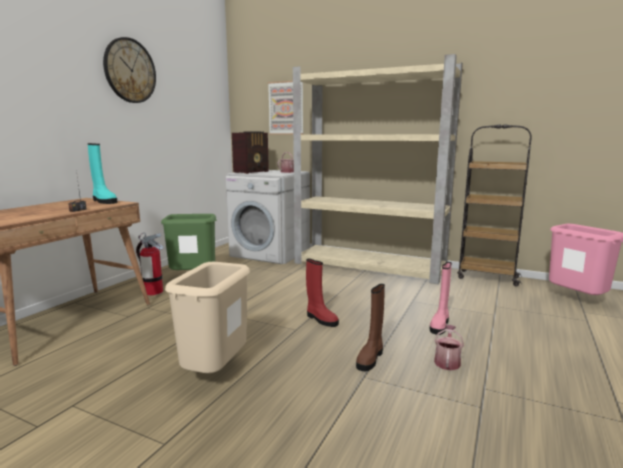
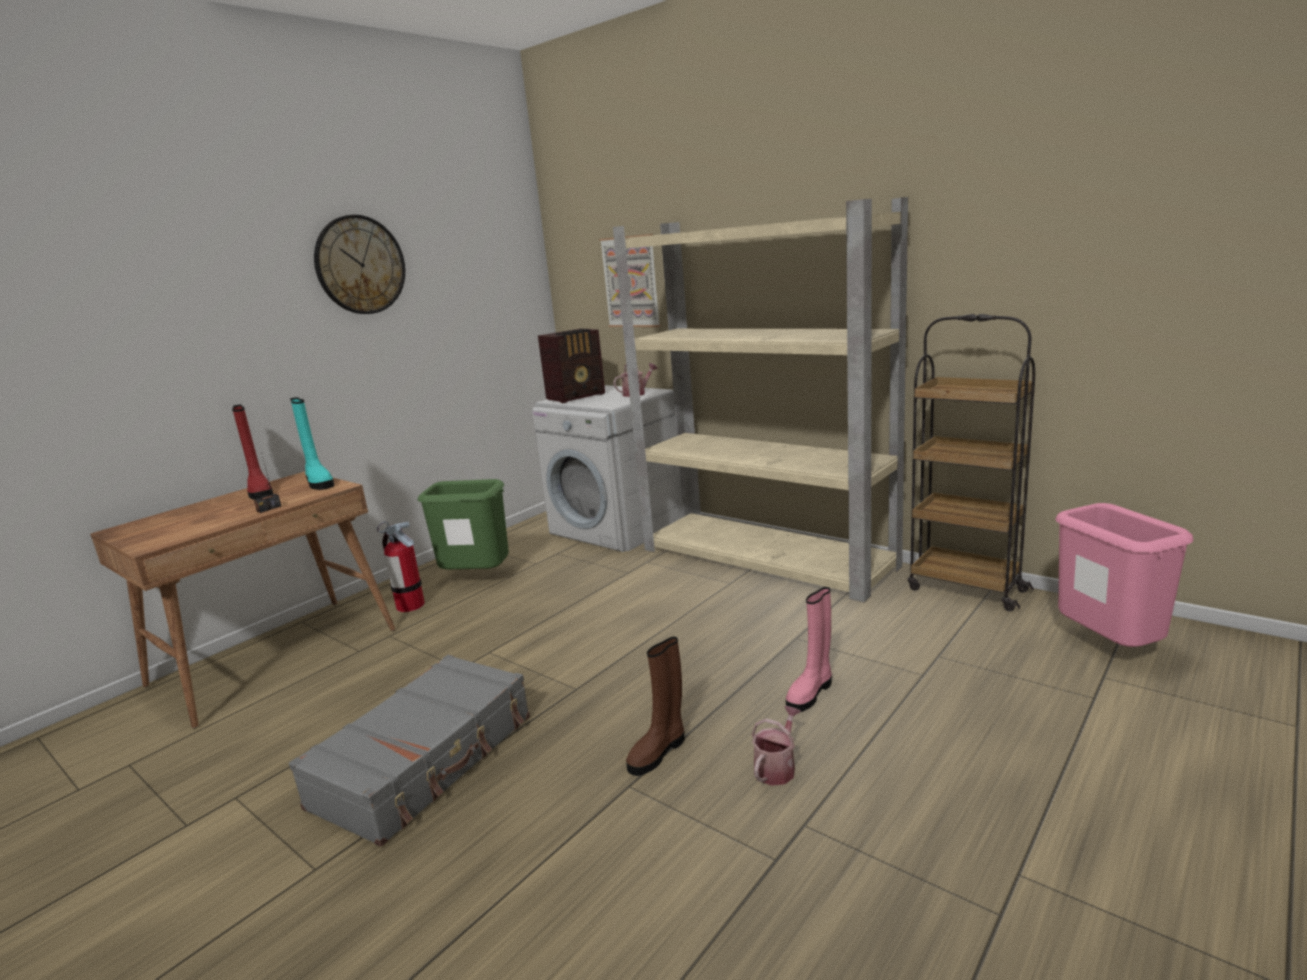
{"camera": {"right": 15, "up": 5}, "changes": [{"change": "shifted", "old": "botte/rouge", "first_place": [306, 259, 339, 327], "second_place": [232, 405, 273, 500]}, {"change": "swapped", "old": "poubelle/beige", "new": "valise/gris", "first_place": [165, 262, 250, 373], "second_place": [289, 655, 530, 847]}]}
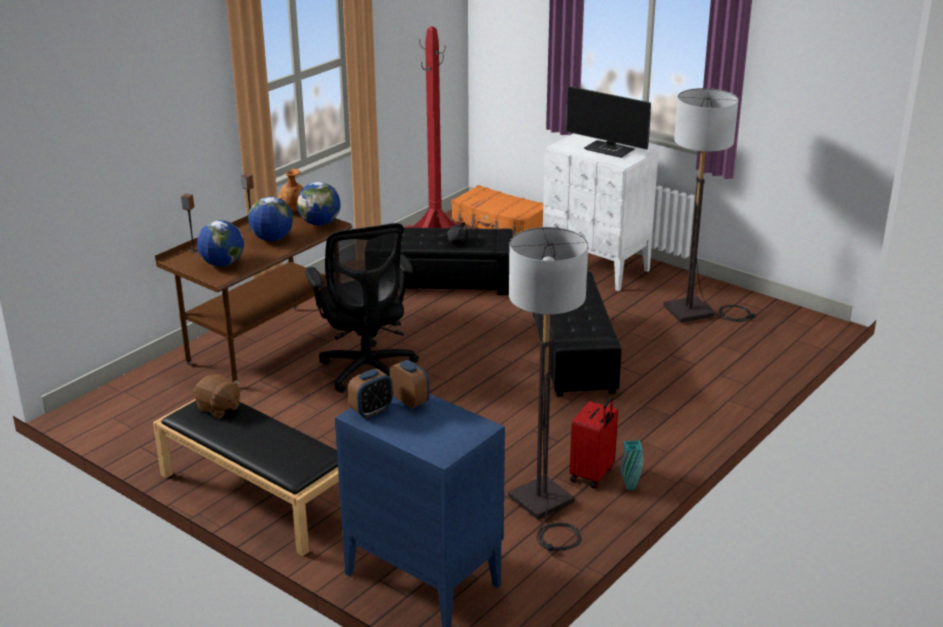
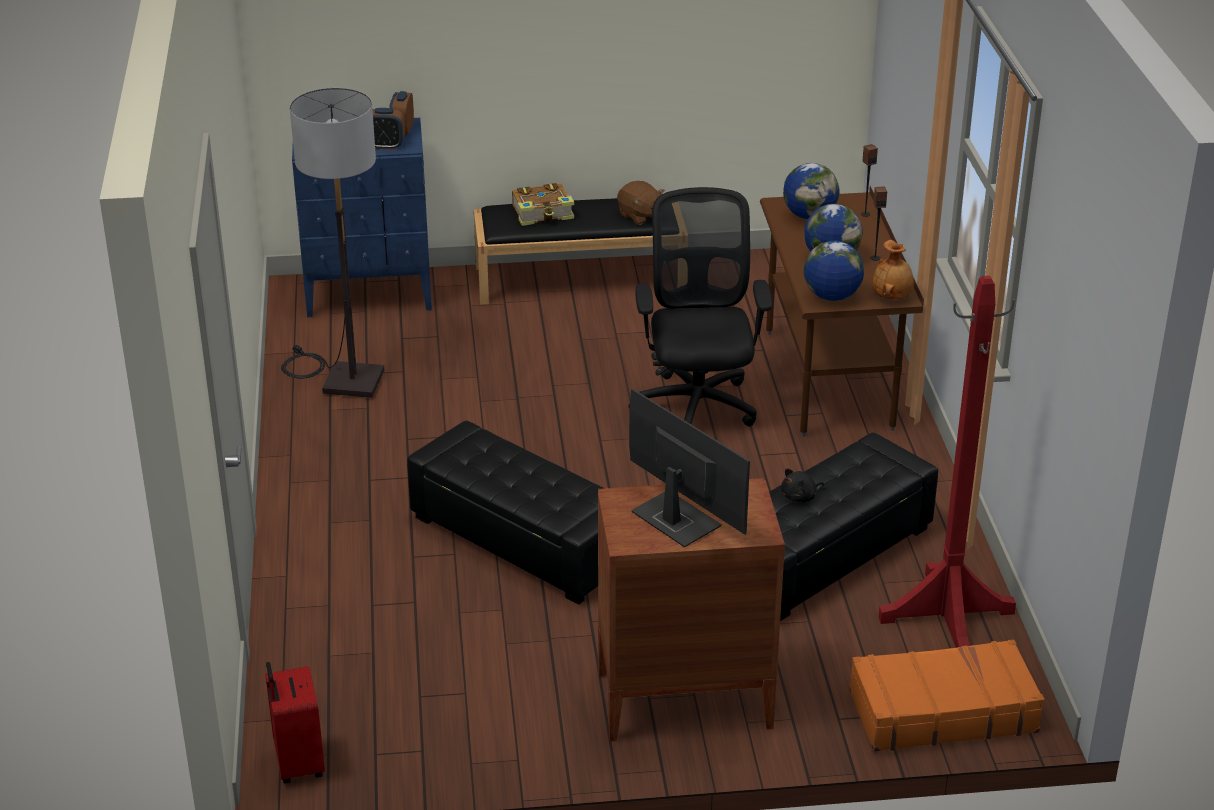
{"camera": {"right": 135, "up": 5}, "changes": [{"change": "rotated", "old": "écran d'ordinateur", "first_place": [566, 86, 651, 158], "second_place": [629, 389, 750, 547], "degrees": 60}, {"change": "gone", "old": "lampadaire", "first_place": [663, 88, 756, 323]}, {"change": "repainted", "old": "commode/blanc", "new": "commode/marron", "first_place": [543, 133, 658, 291], "second_place": [598, 478, 785, 742]}, {"change": "rotated", "old": "chaise de bureau/noir", "first_place": [305, 223, 419, 393], "second_place": [629, 187, 772, 426], "degrees": 60}, {"change": "rotated", "old": "peluche/marron", "first_place": [193, 374, 240, 419], "second_place": [617, 181, 665, 225], "degrees": -120}, {"change": "shifted", "old": "valise/rouge", "first_place": [569, 397, 618, 489], "second_place": [265, 662, 325, 783]}, {"change": "gone", "old": "vase/turquoise", "first_place": [620, 441, 643, 490]}, {"change": "new", "new": "livre", "second_place": [512, 183, 574, 226]}]}
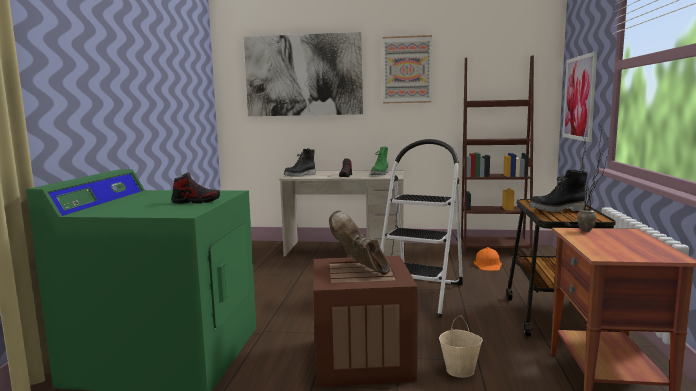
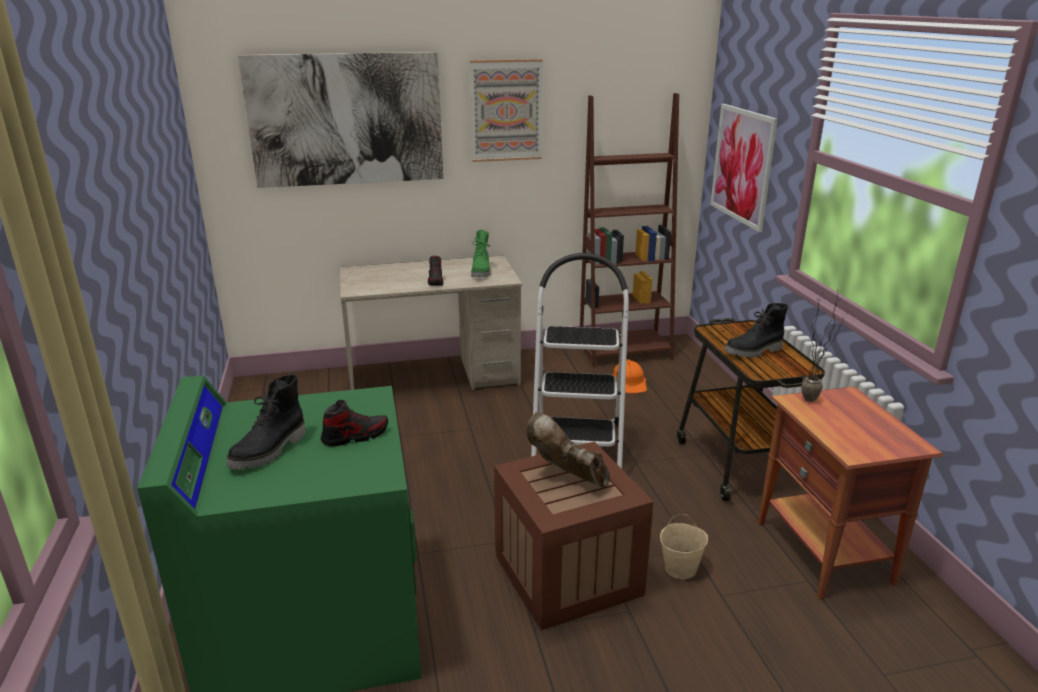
{"camera": {"right": -20, "up": 15}, "changes": [{"change": "shifted", "old": "botte/noir", "first_place": [284, 148, 316, 177], "second_place": [227, 374, 306, 470]}]}
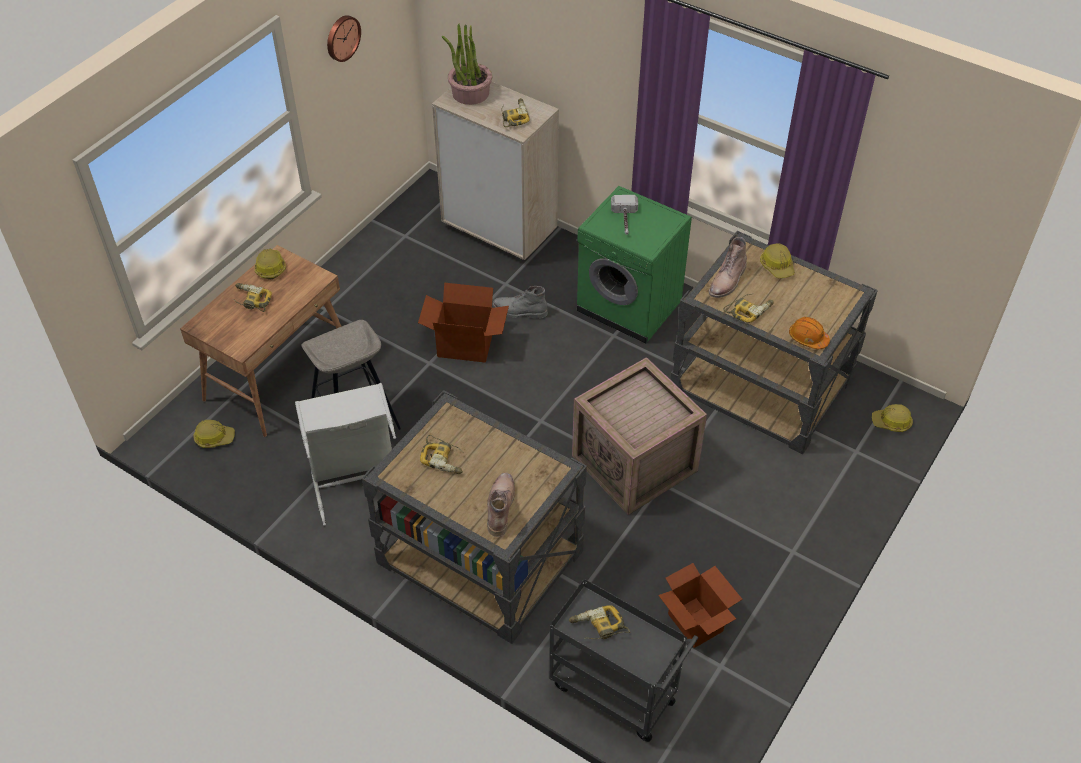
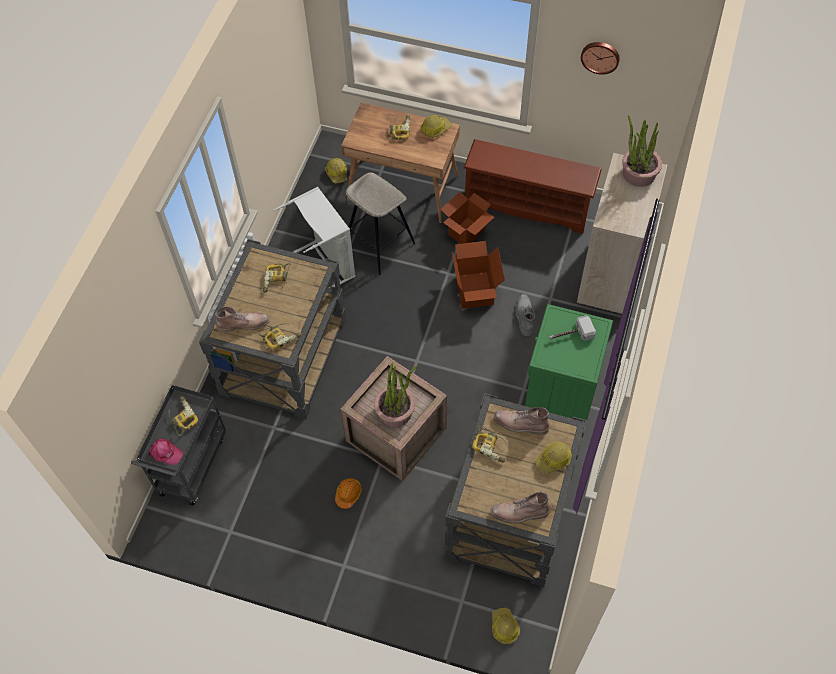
{"camera": {"right": 75, "up": 10}, "changes": [{"change": "shifted", "old": "perceuse", "first_place": [501, 98, 530, 127], "second_place": [258, 323, 302, 349]}, {"change": "shifted", "old": "casque de chantier/orange", "first_place": [789, 317, 830, 349], "second_place": [335, 478, 362, 509]}, {"change": "shifted", "old": "carton", "first_place": [658, 563, 742, 648], "second_place": [441, 192, 494, 244]}, {"change": "new", "new": "étagère à chaussures/marron", "second_place": [464, 139, 602, 234]}, {"change": "new", "new": "plante en pot", "second_place": [374, 363, 418, 427]}, {"change": "new", "new": "casquette/rose", "second_place": [149, 439, 183, 465]}, {"change": "new", "new": "botte/marron", "second_place": [491, 492, 550, 523]}]}
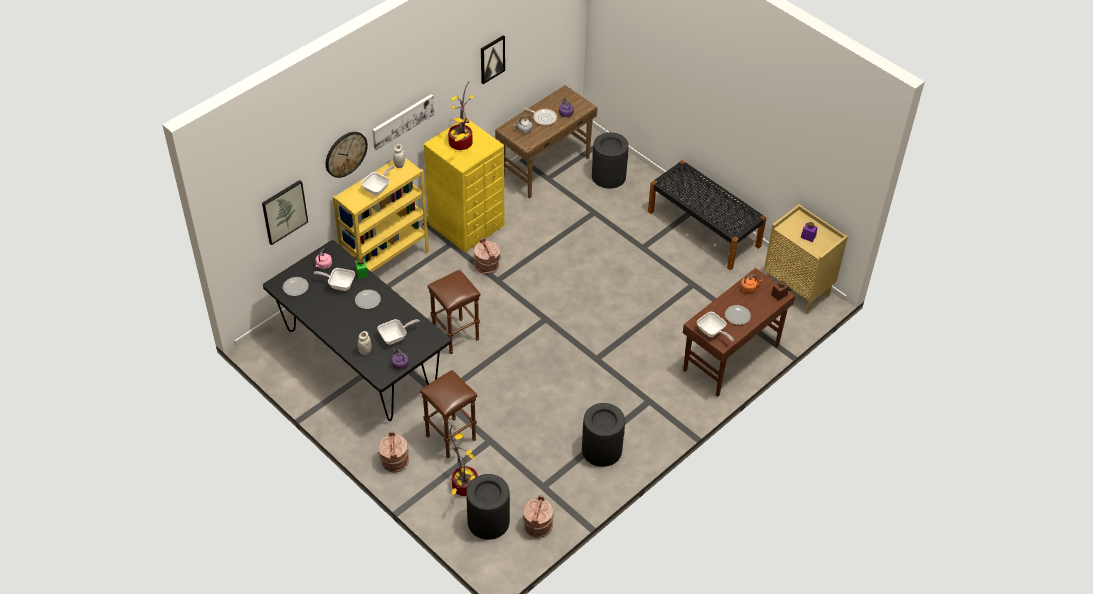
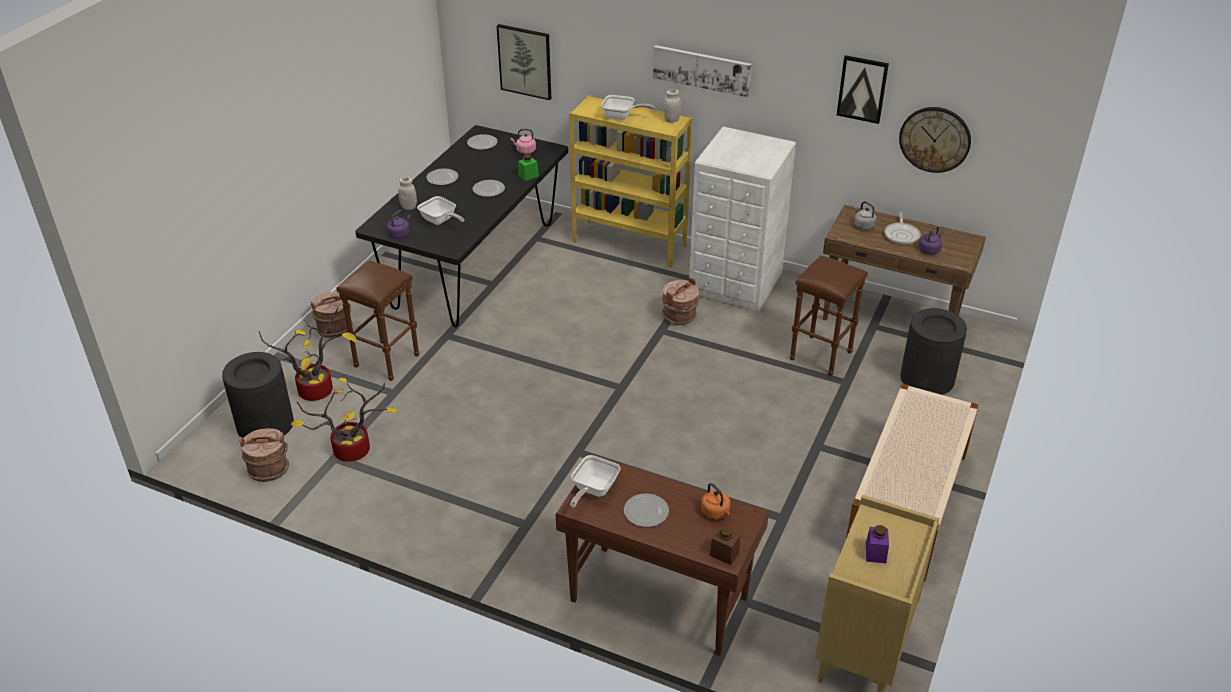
{"camera": {"right": 70, "up": -10}, "changes": [{"change": "shifted", "old": "plante en pot", "first_place": [448, 82, 475, 150], "second_place": [291, 378, 399, 462]}, {"change": "repainted", "old": "commode/jaune", "new": "commode/blanc", "first_place": [424, 118, 505, 252], "second_place": [689, 127, 796, 312]}, {"change": "shifted", "old": "horloge murale", "first_place": [326, 132, 368, 178], "second_place": [899, 107, 971, 173]}, {"change": "repainted", "old": "banc/noir", "new": "banc/beige", "first_place": [648, 160, 767, 271], "second_place": [846, 383, 979, 582]}, {"change": "gone", "old": "poêle", "first_place": [314, 268, 355, 291]}, {"change": "shifted", "old": "tabouret/marron", "first_place": [428, 270, 480, 354], "second_place": [790, 255, 868, 376]}, {"change": "gone", "old": "poubelle/noir", "first_place": [582, 403, 625, 467]}, {"change": "new", "new": "assiette", "second_place": [427, 168, 459, 185]}]}
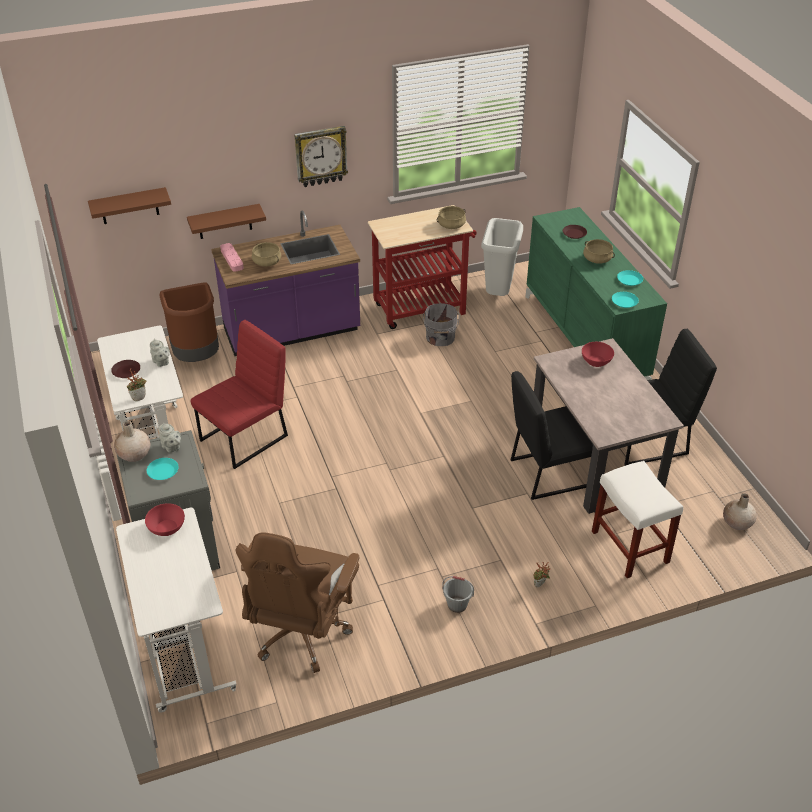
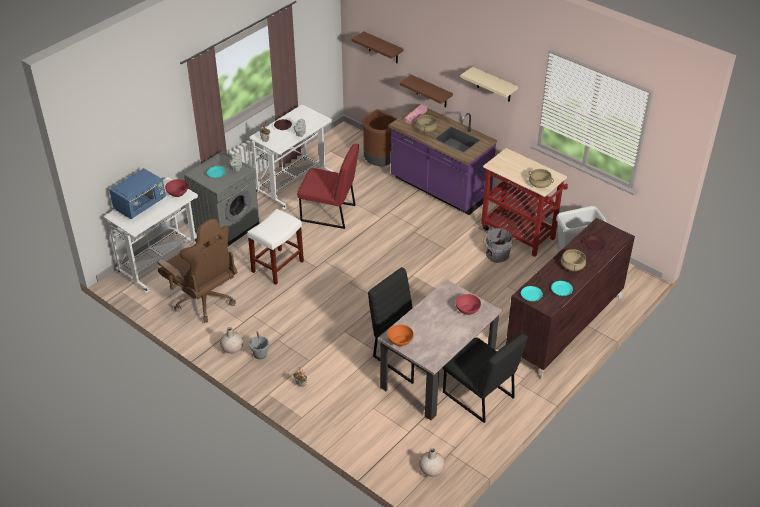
{"camera": {"right": 60, "up": 0}, "changes": [{"change": "swapped", "old": "horloge murale", "new": "étagère/beige", "first_place": [294, 126, 348, 187], "second_place": [460, 67, 518, 102]}, {"change": "repainted", "old": "commode/vert", "new": "commode/marron", "first_place": [525, 207, 667, 380], "second_place": [506, 218, 635, 380]}, {"change": "shifted", "old": "vase/beige", "first_place": [114, 421, 151, 462], "second_place": [220, 327, 243, 354]}, {"change": "shifted", "old": "tabouret/blanc", "first_place": [592, 461, 683, 578], "second_place": [247, 209, 304, 285]}, {"change": "rotated", "old": "chaise de bureau/marron", "first_place": [236, 532, 359, 673], "second_place": [157, 219, 237, 323], "degrees": -120}, {"change": "new", "new": "micro-ondes/bleu", "second_place": [109, 168, 166, 219]}, {"change": "new", "new": "bol/orange", "second_place": [387, 325, 414, 346]}]}
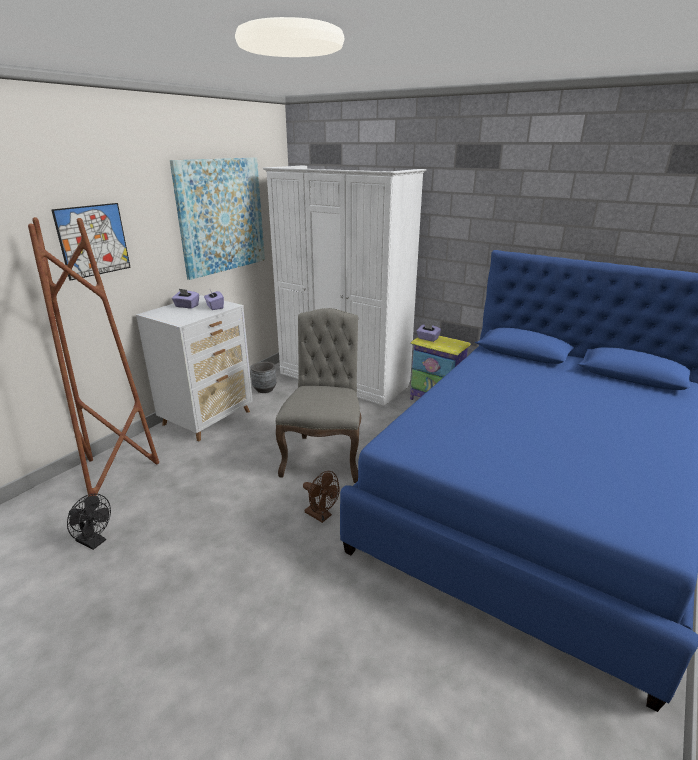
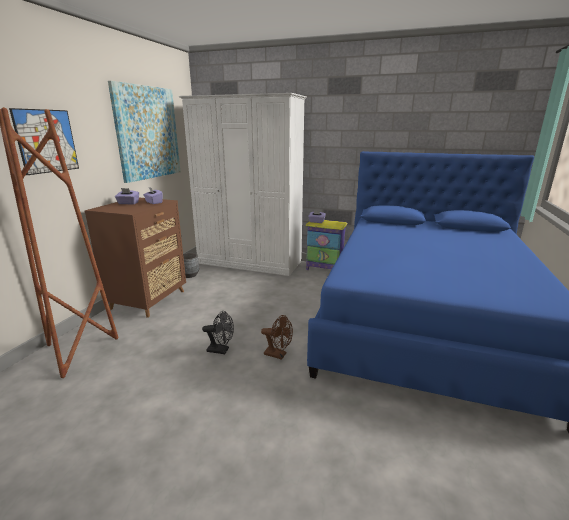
{"camera": {"right": -15, "up": -5}, "changes": [{"change": "repainted", "old": "commode/blanc", "new": "commode/marron", "first_place": [136, 295, 253, 441], "second_place": [85, 198, 186, 318]}, {"change": "gone", "old": "chaise/gris", "first_place": [276, 308, 361, 483]}, {"change": "shifted", "old": "ventilateur/noir", "first_place": [67, 494, 111, 550], "second_place": [202, 311, 234, 354]}]}
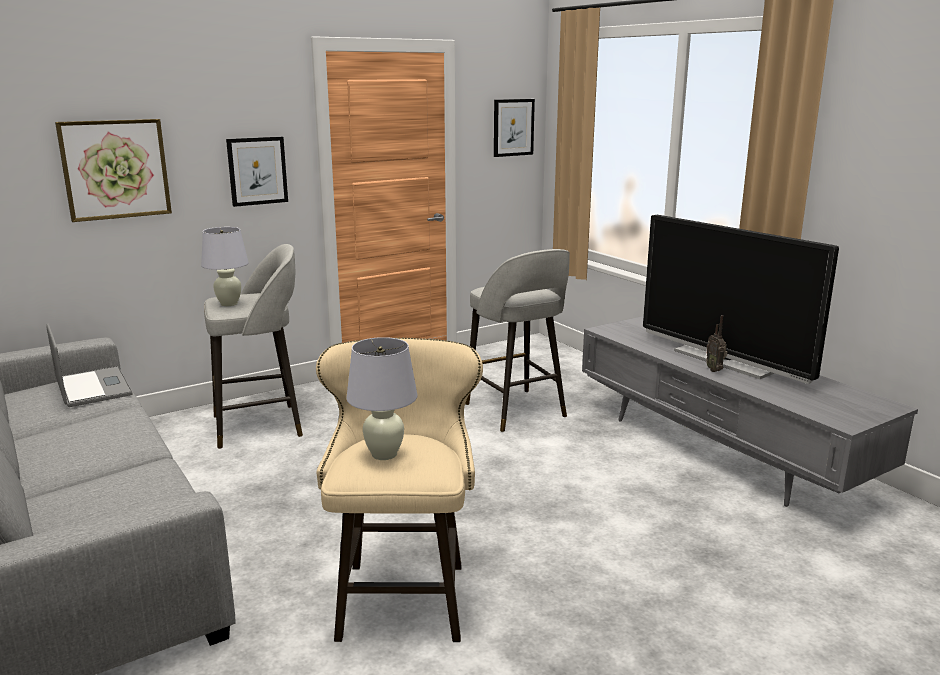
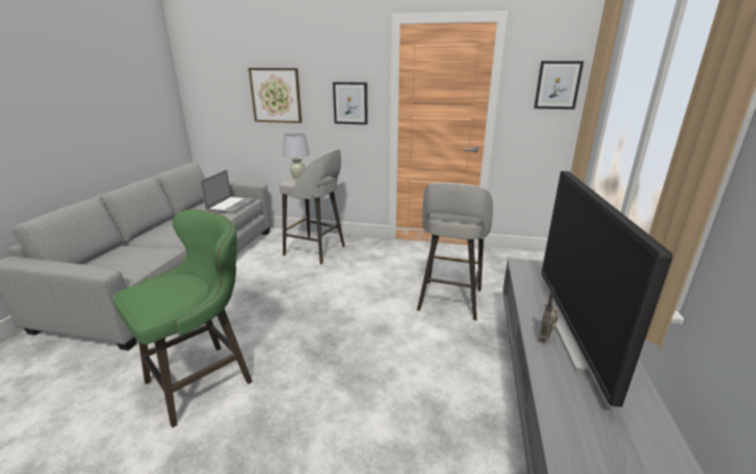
{"camera": {"right": 45, "up": 5}, "changes": [{"change": "repainted", "old": "tabouret/beige", "new": "tabouret/vert", "first_place": [316, 337, 483, 642], "second_place": [113, 209, 253, 428]}, {"change": "gone", "old": "lampe de table/blanc", "first_place": [347, 337, 418, 460]}]}
